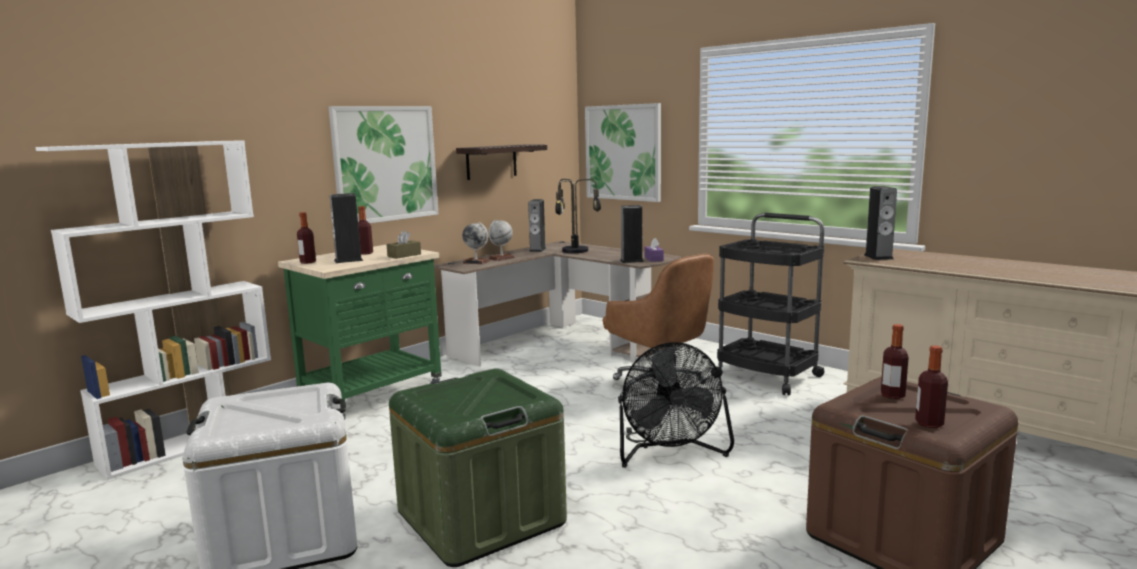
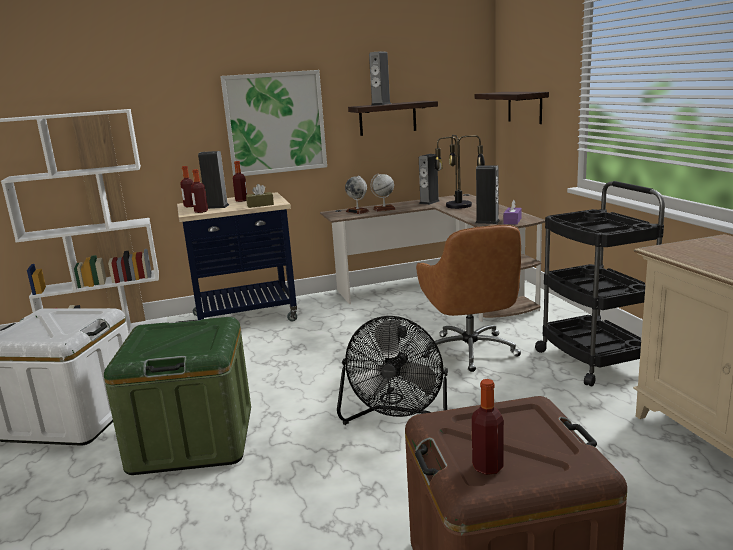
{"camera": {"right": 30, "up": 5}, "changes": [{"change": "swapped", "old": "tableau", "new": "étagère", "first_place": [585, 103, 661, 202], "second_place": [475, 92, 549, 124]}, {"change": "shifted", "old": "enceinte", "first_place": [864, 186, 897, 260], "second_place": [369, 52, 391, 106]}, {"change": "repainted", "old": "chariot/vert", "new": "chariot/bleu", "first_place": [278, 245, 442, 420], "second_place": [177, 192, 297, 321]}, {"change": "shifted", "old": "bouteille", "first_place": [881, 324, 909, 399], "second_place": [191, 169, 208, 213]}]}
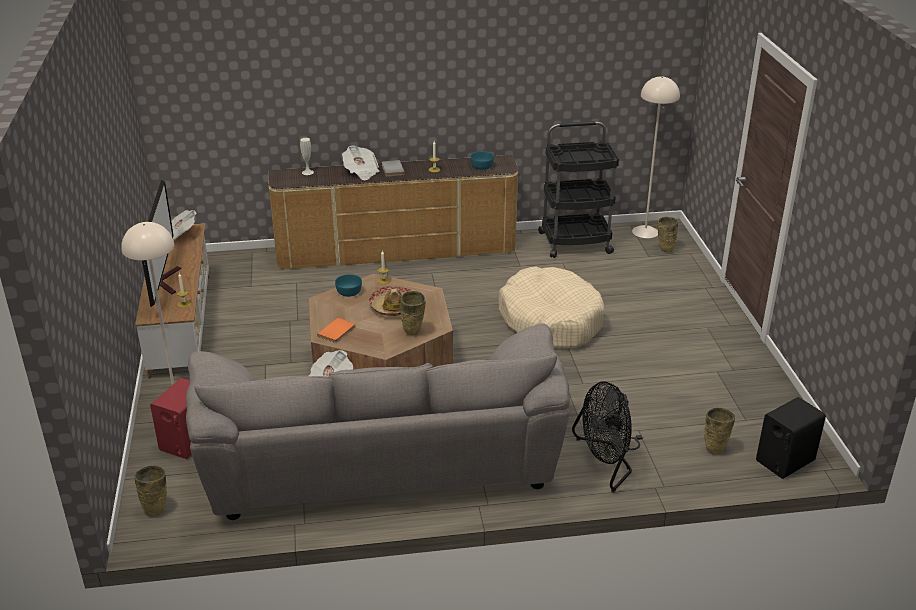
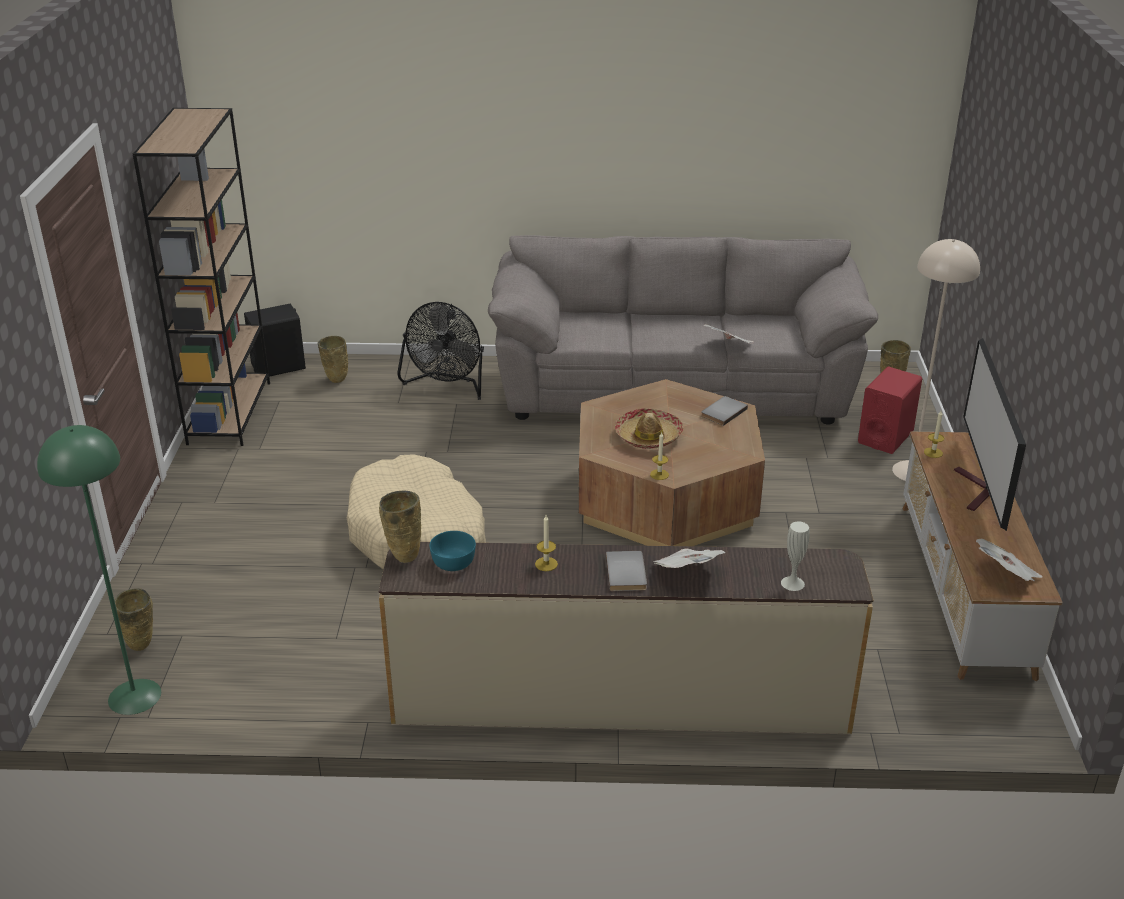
{"camera": {"right": -170, "up": 0}, "changes": [{"change": "repainted", "old": "lampadaire/beige", "new": "lampadaire/vert", "first_place": [632, 76, 680, 238], "second_place": [37, 425, 161, 715]}, {"change": "gone", "old": "chariot/noir", "first_place": [538, 121, 619, 258]}, {"change": "gone", "old": "bol/turquoise", "first_place": [335, 274, 362, 297]}, {"change": "shifted", "old": "vase/beige", "first_place": [400, 291, 426, 335], "second_place": [379, 490, 421, 563]}, {"change": "repainted", "old": "livre/orange", "new": "livre/gris", "first_place": [317, 318, 355, 343], "second_place": [701, 396, 748, 426]}, {"change": "rotated", "old": "ventilateur/noir", "first_place": [572, 381, 644, 492], "second_place": [397, 302, 484, 400], "degrees": 120}, {"change": "new", "new": "bibliothèque/beige", "second_place": [133, 108, 270, 446]}]}
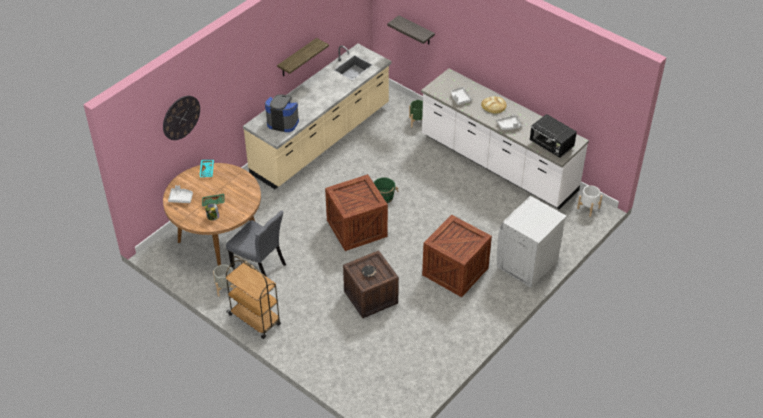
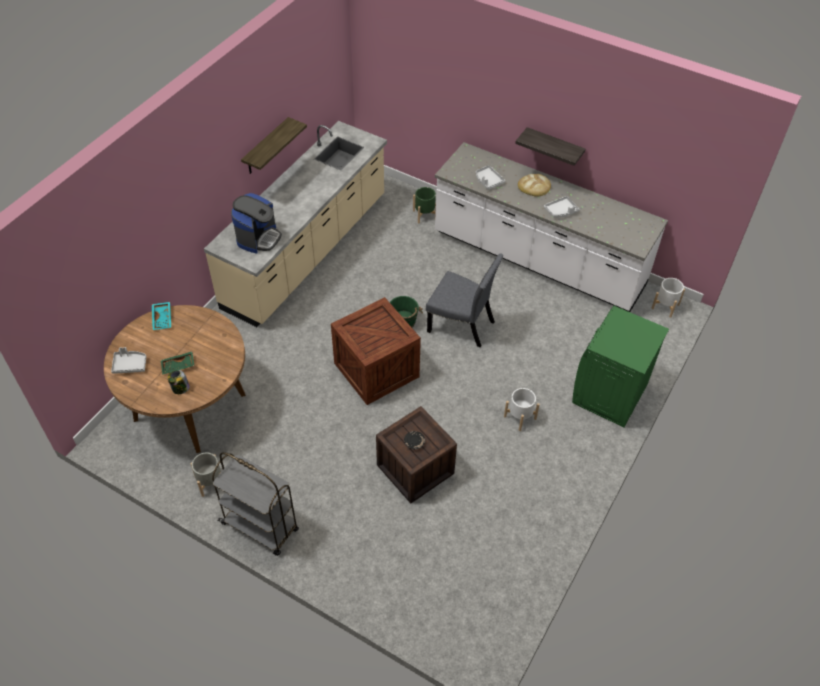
{"camera": {"right": -10, "up": 5}, "changes": [{"change": "shifted", "old": "étagère", "first_place": [387, 15, 435, 45], "second_place": [515, 127, 585, 166]}, {"change": "rotated", "old": "machine à café", "first_place": [265, 94, 299, 132], "second_place": [231, 193, 282, 254], "degrees": 105}, {"change": "gone", "old": "horloge murale", "first_place": [163, 96, 200, 140]}, {"change": "gone", "old": "micro-ondes/noir", "first_place": [530, 114, 577, 158]}, {"change": "repainted", "old": "lave-linge/blanc", "new": "lave-linge/vert", "first_place": [497, 196, 566, 288], "second_place": [572, 306, 669, 427]}, {"change": "shifted", "old": "chaise/gris", "first_place": [226, 210, 286, 277], "second_place": [426, 253, 503, 347]}, {"change": "swapped", "old": "caisse", "new": "cache-pot/blanc", "first_place": [422, 215, 492, 297], "second_place": [504, 388, 540, 431]}, {"change": "repainted", "old": "chariot/marron", "new": "chariot/gris", "first_place": [226, 256, 281, 339], "second_place": [212, 452, 299, 556]}]}
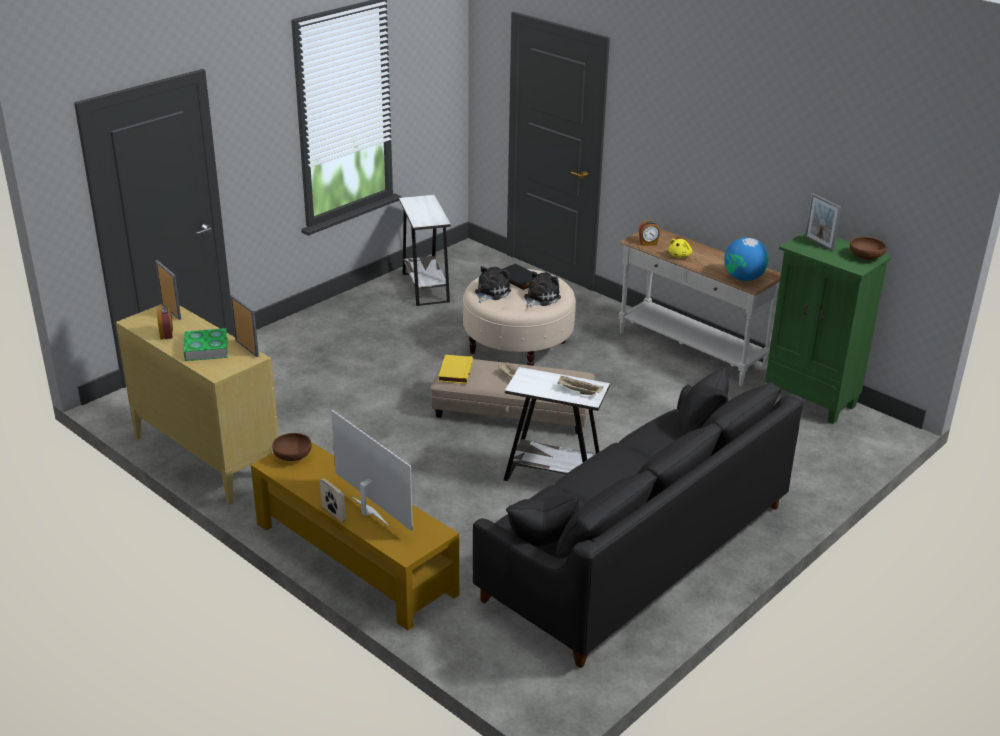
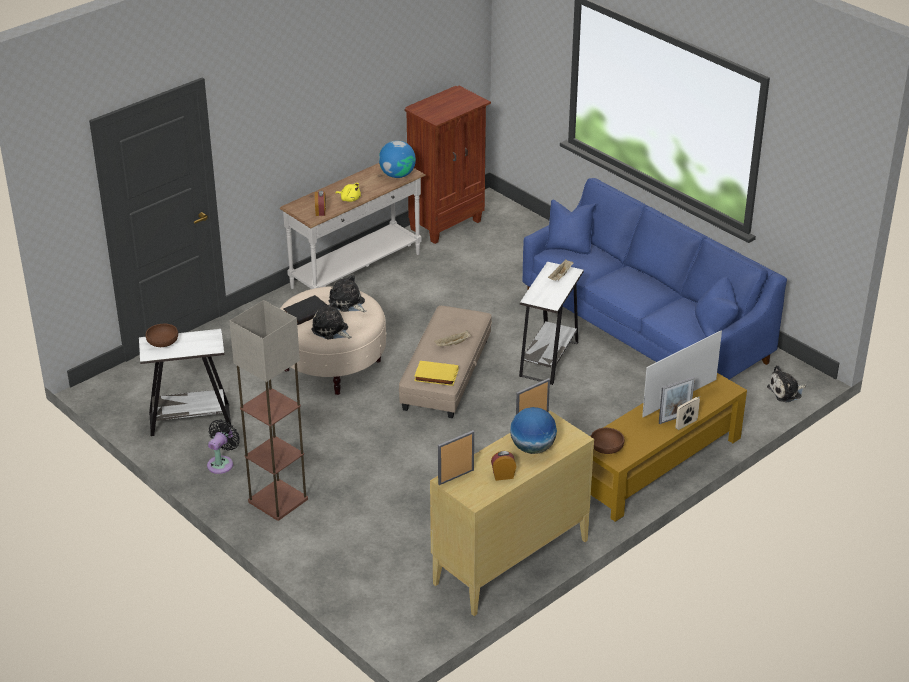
{"camera": {"right": -85, "up": 5}, "changes": [{"change": "shifted", "old": "cadre photo", "first_place": [805, 193, 841, 251], "second_place": [659, 377, 695, 424]}, {"change": "repainted", "old": "meuble de rangement/vert", "new": "meuble de rangement/marron", "first_place": [765, 232, 891, 424], "second_place": [404, 86, 491, 244]}, {"change": "shifted", "old": "bol/marron", "first_place": [850, 237, 886, 260], "second_place": [146, 324, 178, 347]}, {"change": "swapped", "old": "livre", "new": "globe", "first_place": [184, 328, 228, 361], "second_place": [510, 407, 557, 454]}, {"change": "repainted", "old": "canapé/noir", "new": "canapé/bleu", "first_place": [473, 367, 803, 668], "second_place": [522, 178, 787, 379]}, {"change": "new", "new": "lampadaire", "second_place": [230, 300, 308, 521]}, {"change": "new", "new": "peluche", "second_place": [767, 365, 806, 403]}, {"change": "new", "new": "ventilateur/noir", "second_place": [207, 420, 240, 474]}]}
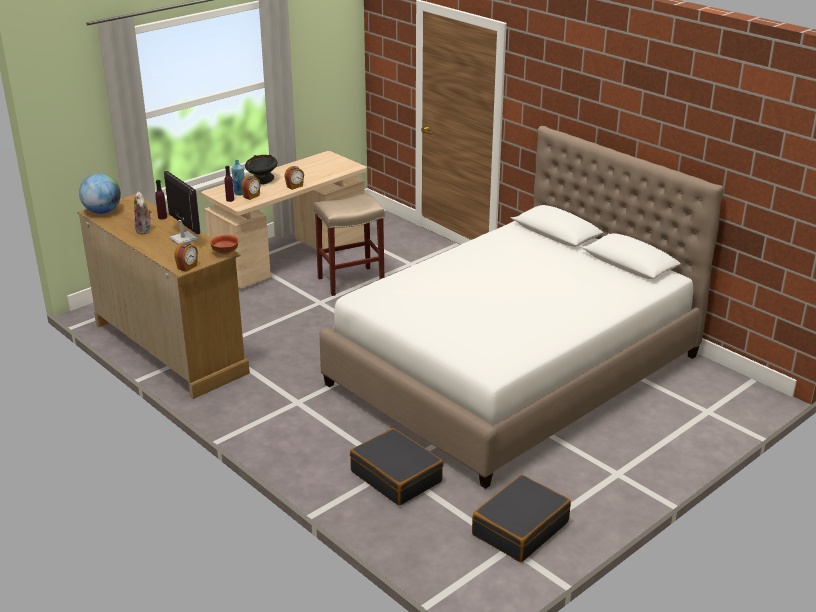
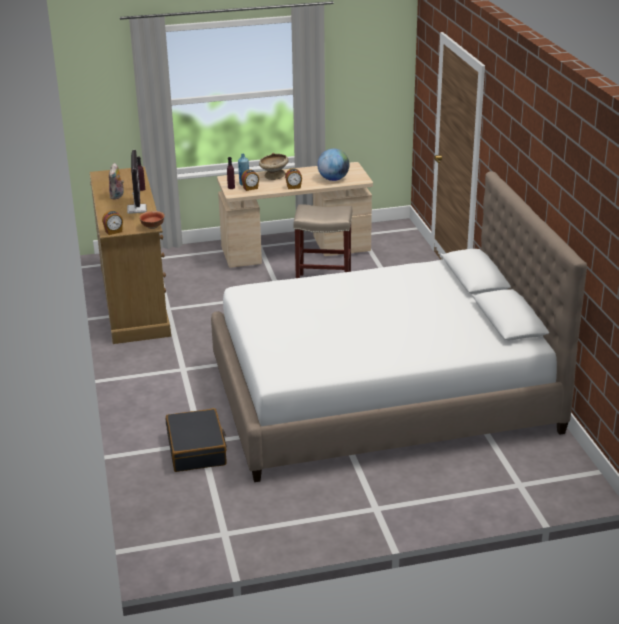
{"camera": {"right": 30, "up": 0}, "changes": [{"change": "repainted", "old": "bol/noir", "new": "bol/beige", "first_place": [245, 155, 277, 184], "second_place": [259, 153, 288, 180]}, {"change": "shifted", "old": "globe", "first_place": [79, 174, 121, 214], "second_place": [317, 148, 349, 181]}, {"change": "gone", "old": "valise/noir", "first_place": [472, 475, 571, 562]}]}
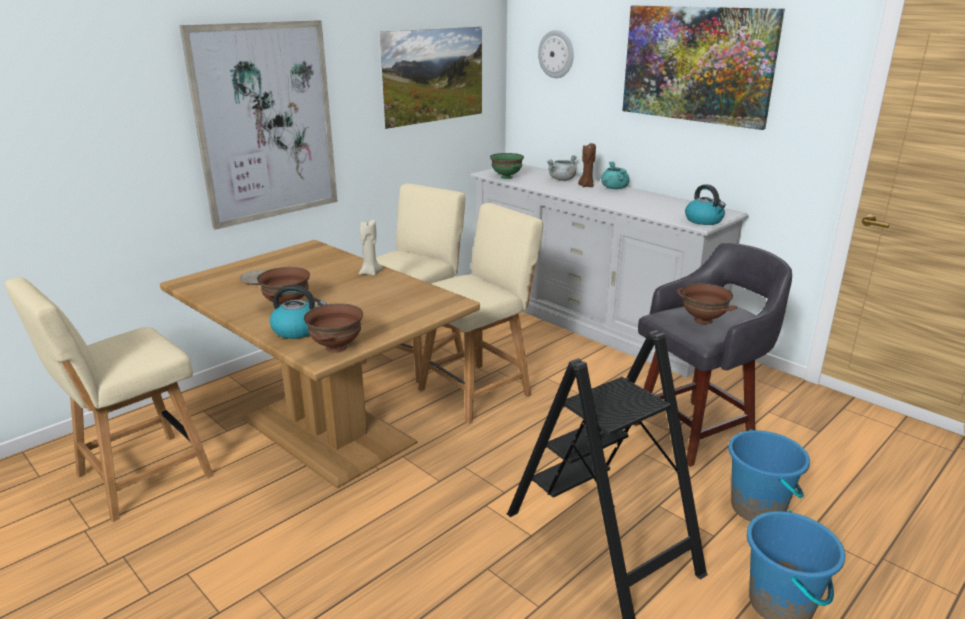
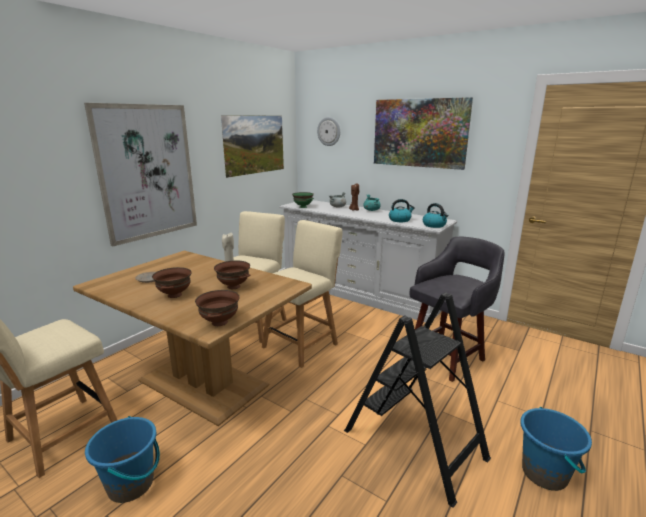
{"camera": {"right": -10, "up": -5}, "changes": [{"change": "shifted", "old": "bol/marron", "first_place": [677, 283, 737, 324], "second_place": [214, 260, 250, 289]}, {"change": "shifted", "old": "bouilloire", "first_place": [270, 285, 327, 339], "second_place": [389, 199, 415, 222]}, {"change": "shifted", "old": "seau/bleu", "first_place": [728, 429, 810, 522], "second_place": [85, 416, 160, 503]}]}
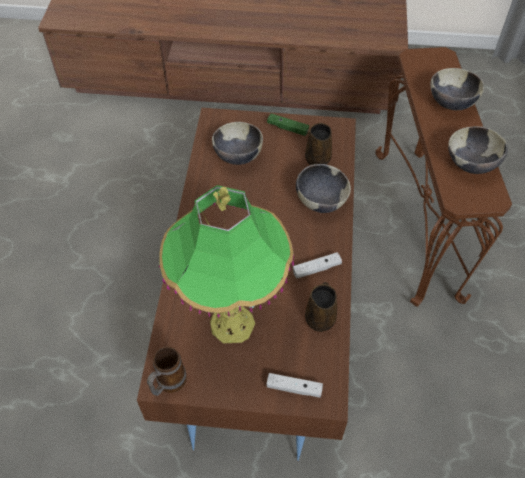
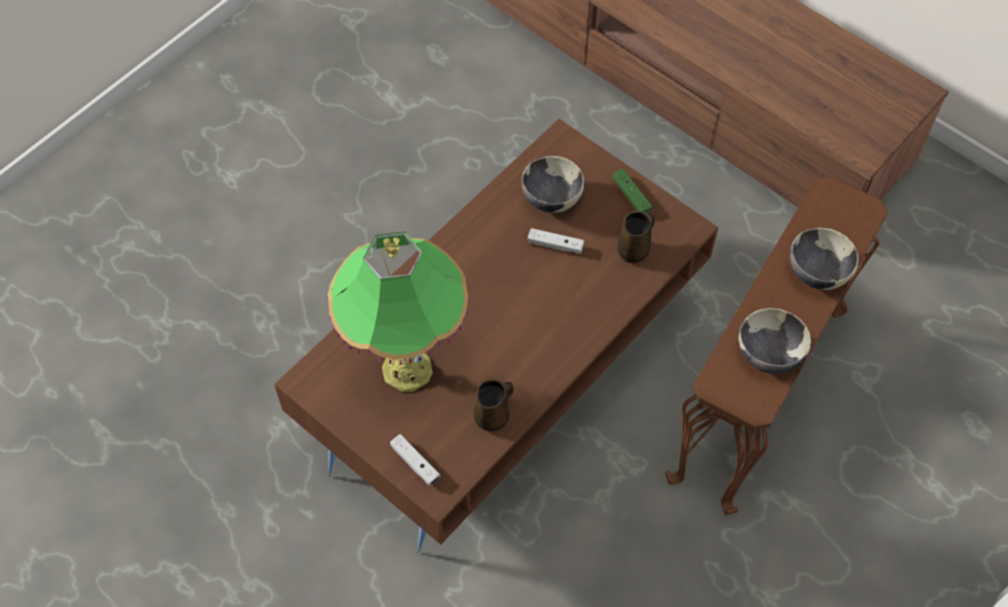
{"camera": {"right": 35, "up": 5}, "changes": [{"change": "gone", "old": "bol", "first_place": [296, 164, 351, 213]}, {"change": "shifted", "old": "manette/blanc", "first_place": [293, 252, 342, 279], "second_place": [528, 228, 584, 254]}, {"change": "gone", "old": "mug", "first_place": [147, 346, 187, 396]}]}
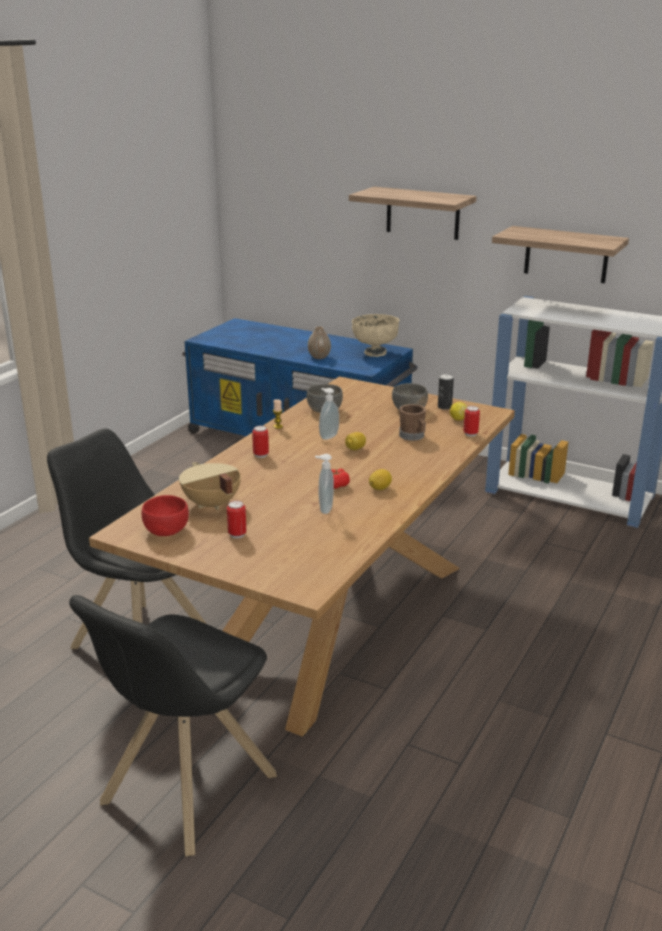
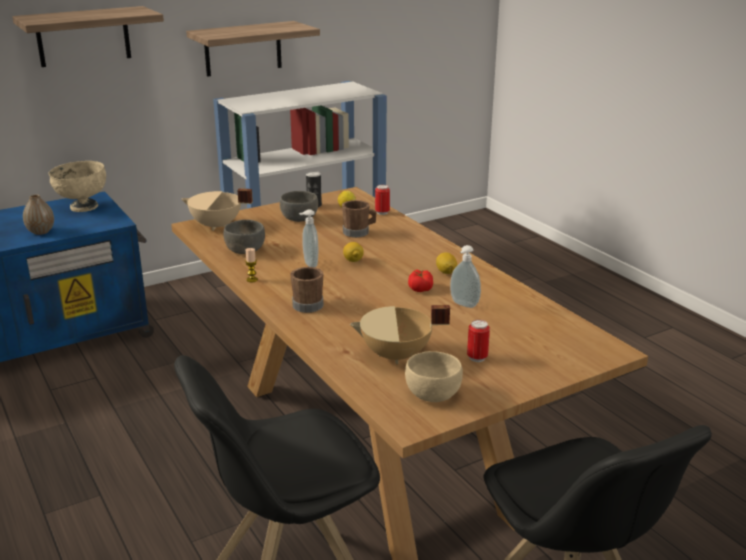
{"camera": {"right": -60, "up": 0}, "changes": [{"change": "swapped", "old": "boîte métallique", "new": "mug/marron", "first_place": [252, 426, 269, 458], "second_place": [290, 267, 323, 313]}, {"change": "repainted", "old": "bol/rouge", "new": "bol/beige", "first_place": [142, 495, 189, 536], "second_place": [405, 351, 463, 402]}, {"change": "new", "new": "marmite/beige", "second_place": [182, 188, 253, 231]}]}
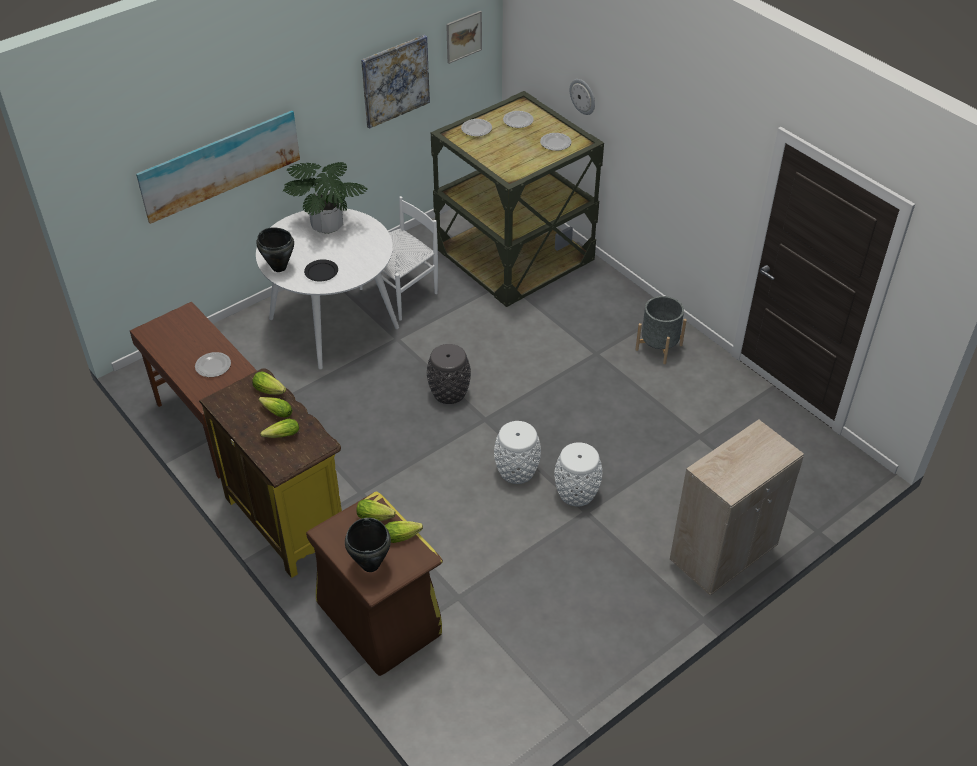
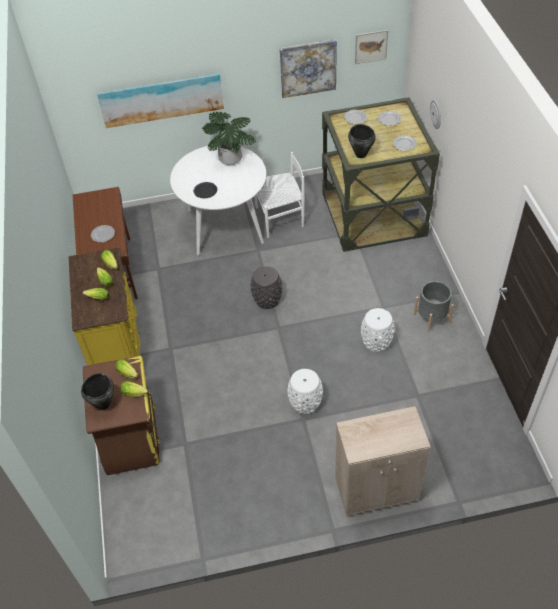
{"camera": {"right": 30, "up": 5}, "changes": [{"change": "shifted", "old": "marmite/noir", "first_place": [257, 227, 294, 272], "second_place": [348, 124, 376, 158]}, {"change": "shifted", "old": "tabouret/blanc", "first_place": [494, 421, 541, 484], "second_place": [361, 308, 395, 352]}]}
